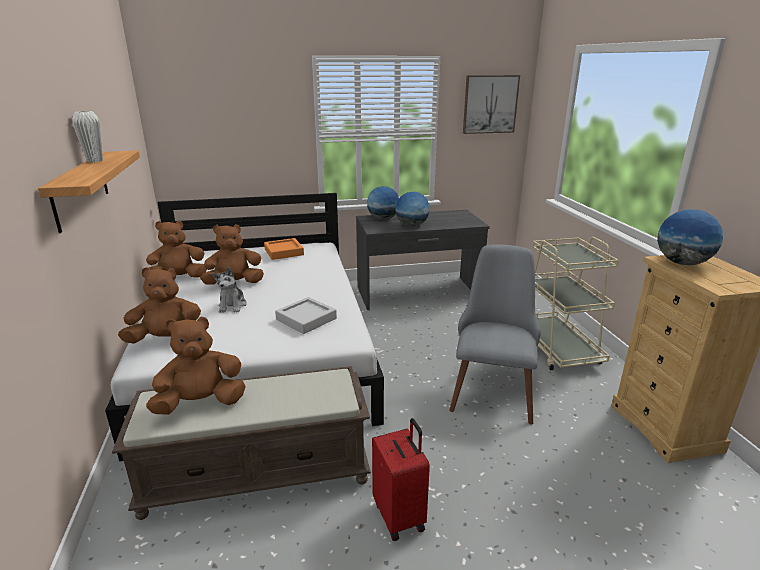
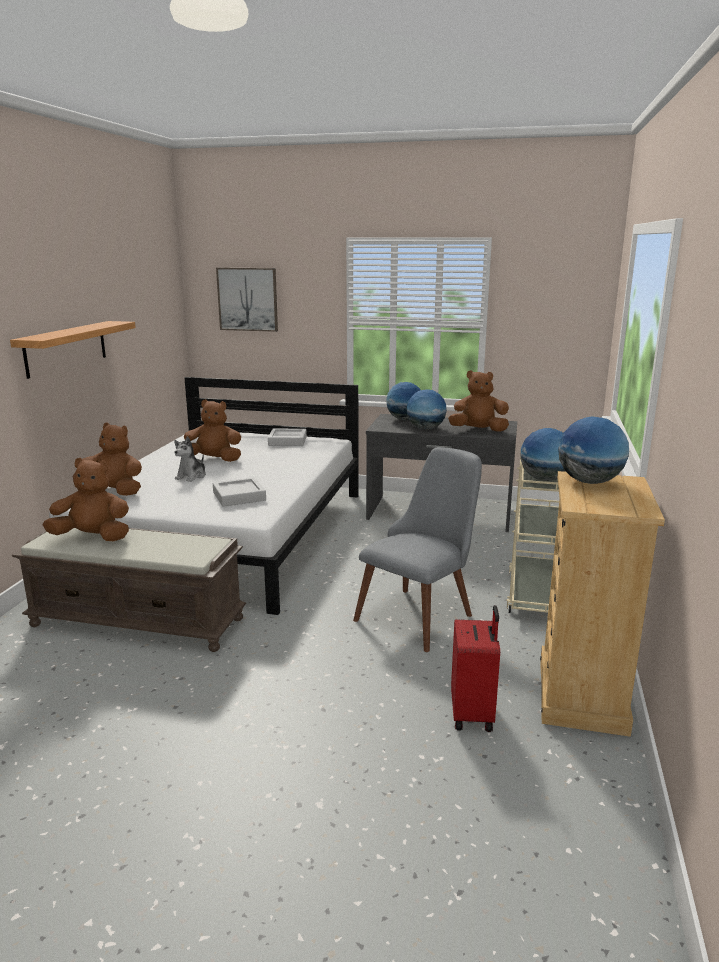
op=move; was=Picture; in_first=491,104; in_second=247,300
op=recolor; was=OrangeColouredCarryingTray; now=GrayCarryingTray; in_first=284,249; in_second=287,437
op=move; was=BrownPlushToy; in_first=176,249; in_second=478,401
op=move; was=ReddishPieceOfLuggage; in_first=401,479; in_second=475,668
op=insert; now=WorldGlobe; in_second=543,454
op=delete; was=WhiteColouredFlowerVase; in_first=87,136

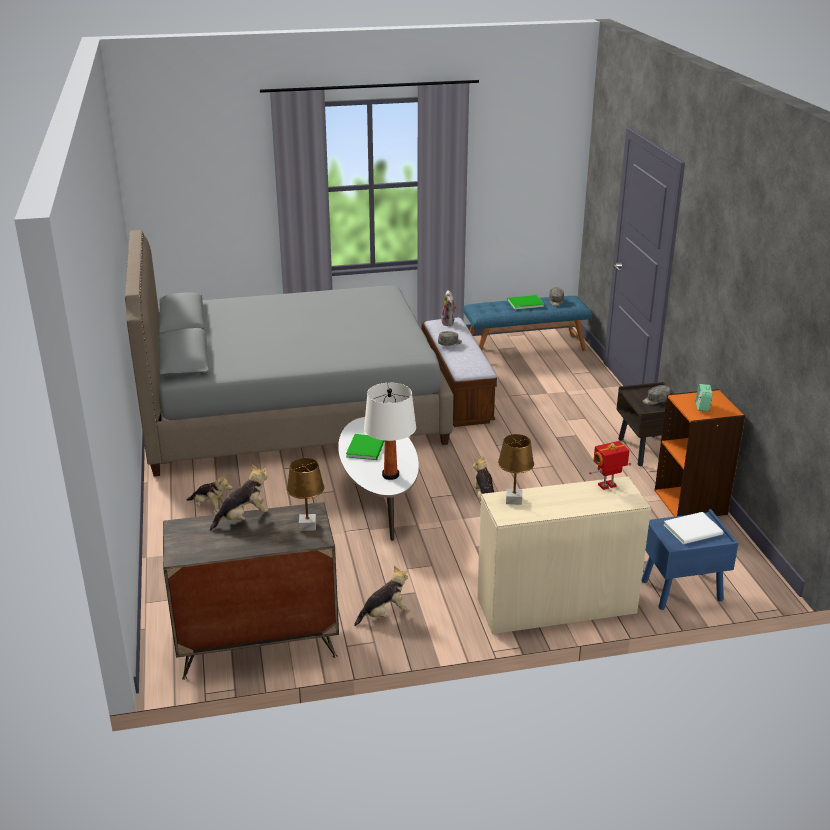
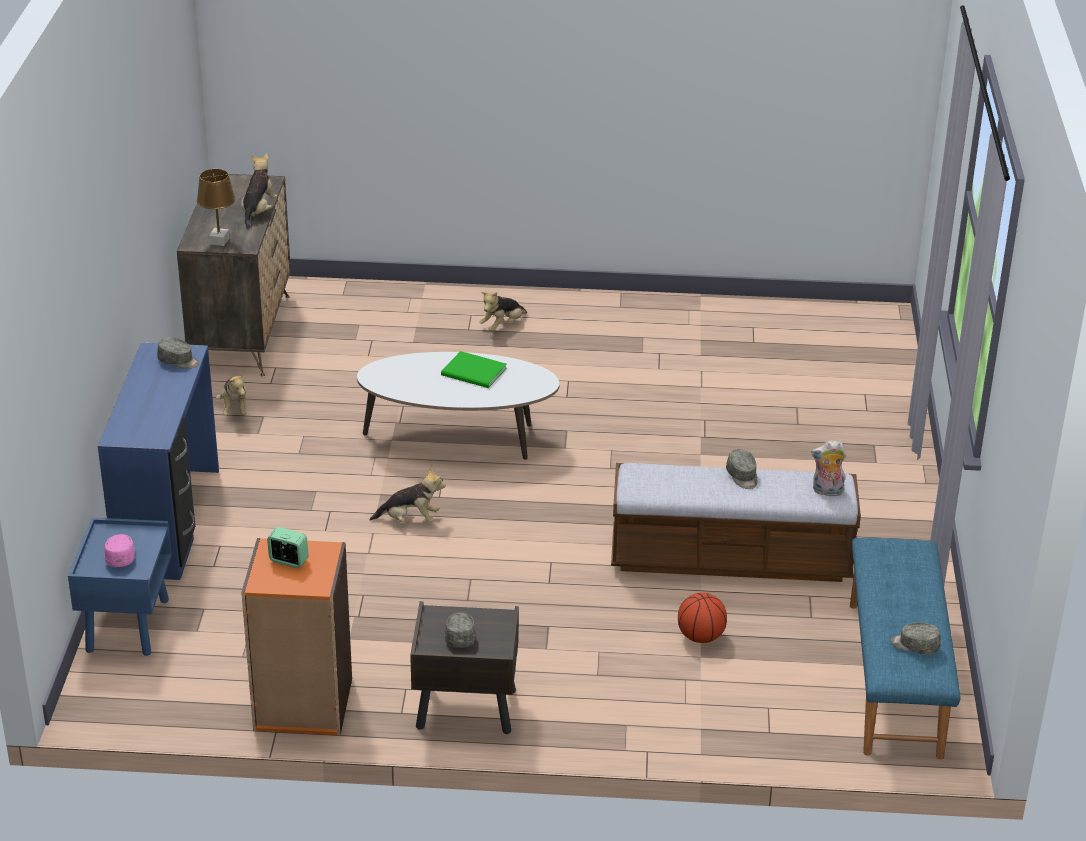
op=recolor; was=SandColouredDeskUnit; now=BluishDeskUnit; in_first=564,555; in_second=158,461
op=replace; was=WhiteColouredBook; now=PinkCap; in_first=693,528; in_second=120,550
op=replace; was=BrownLampForATable; now=GrayCap; in_first=516,469; in_second=178,353
op=rotate; was=PlushToy; in_first=239,497; in_second=259,192; clockwise=-150
op=insert; now=BasketballBall; in_second=702,618
op=delete; was=GraySleepingBed; in_first=289,353
op=delete; was=WhiteColouredLampForATable; in_first=390,431
op=delete; was=GreenColouredBook; in_first=525,302
op=delete; was=ToyRobot; in_first=610,465

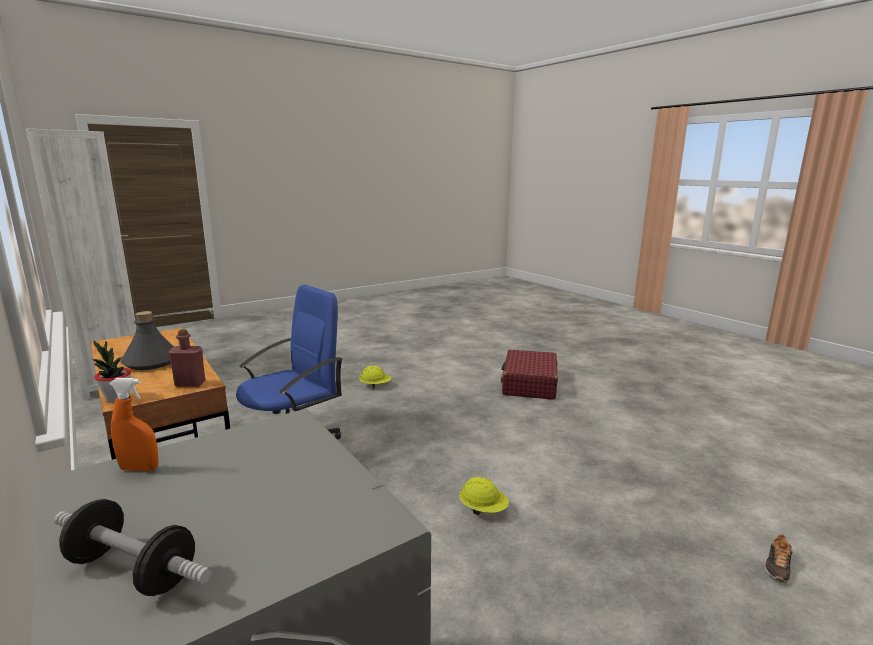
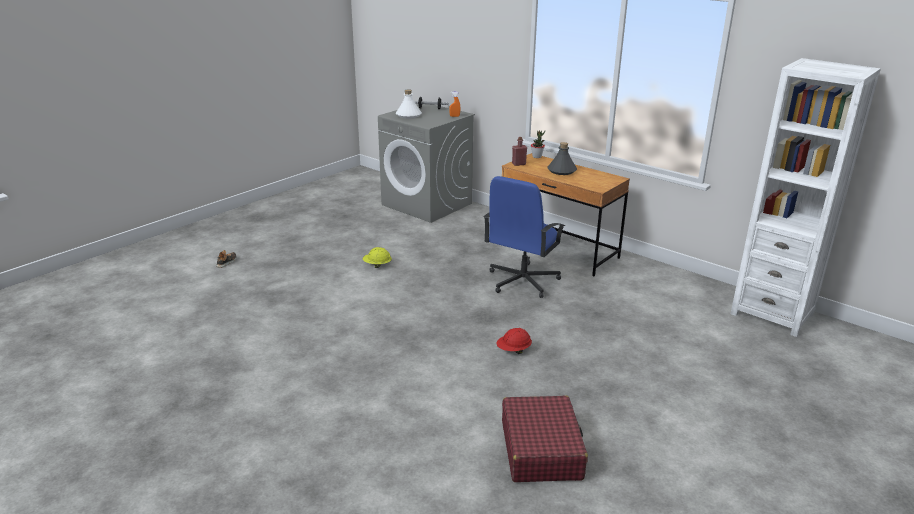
op=insert; now=WhiteColouredBottle; in_second=409,104
op=recolor; was=YellowColouredHardHat; now=ReddishHardHat; in_first=375,377; in_second=514,341
op=move; was=ReddishPieceOfLuggage; in_first=529,375; in_second=545,438

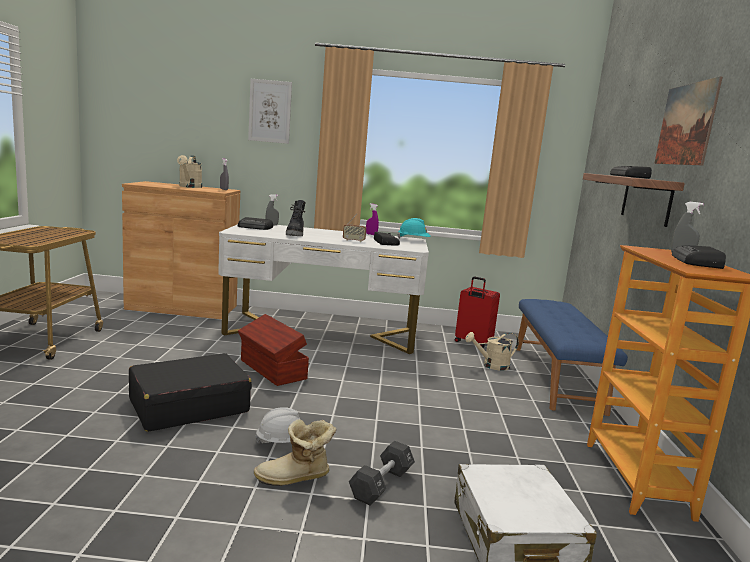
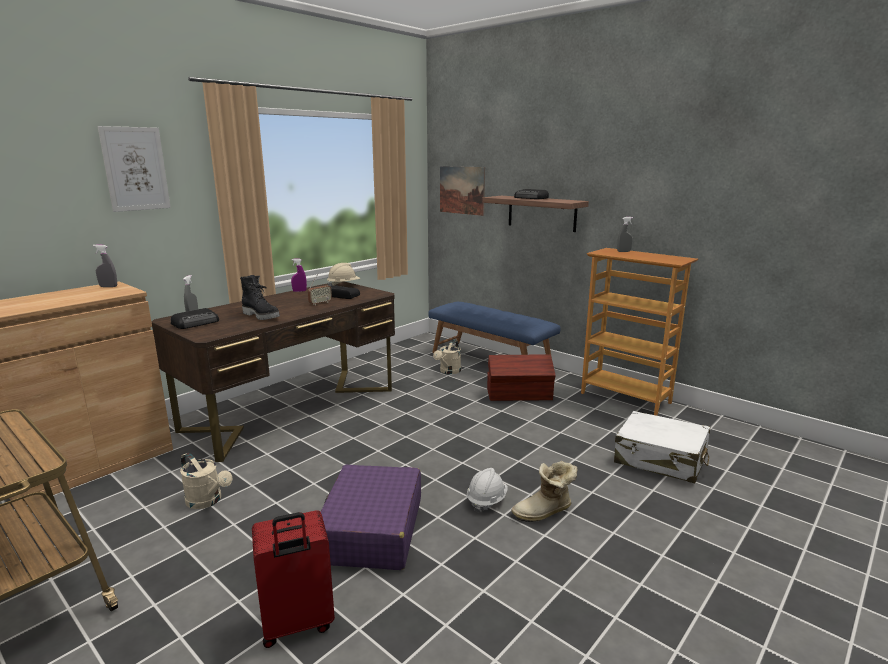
op=recolor; was=WhiteColouredDeskUnit; now=BrownDeskUnit; in_first=323,289; in_second=273,371
op=move; was=SandColouredSprinklingCan; in_first=189,171; in_second=206,481
op=move; was=ReddishPieceOfLuggage; in_first=477,312; in_second=293,579
op=recolor; was=BlackishPieceOfLuggage; now=PurplishPieceOfLuggage; in_first=190,392; in_second=371,517
op=recolor; was=TurquoiseHardHat; now=SandColouredHardHat; in_first=414,228; in_second=343,274
op=move; was=Picture; in_first=688,121; in_second=462,191
op=move; was=BrownStorageBin; in_first=273,350; in_second=521,378
op=rotate; was=Boot; in_first=295,452; in_second=544,491; clockwise=45
op=delete; was=BlackishHandWeight; in_first=382,473
op=delete; was=Radio; in_first=699,257

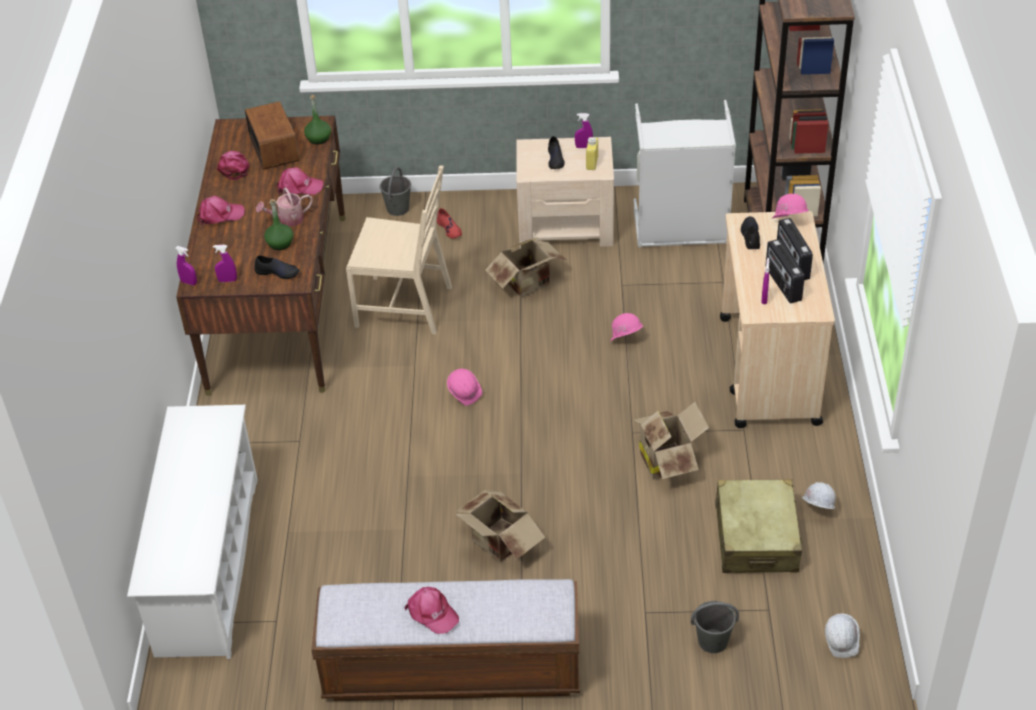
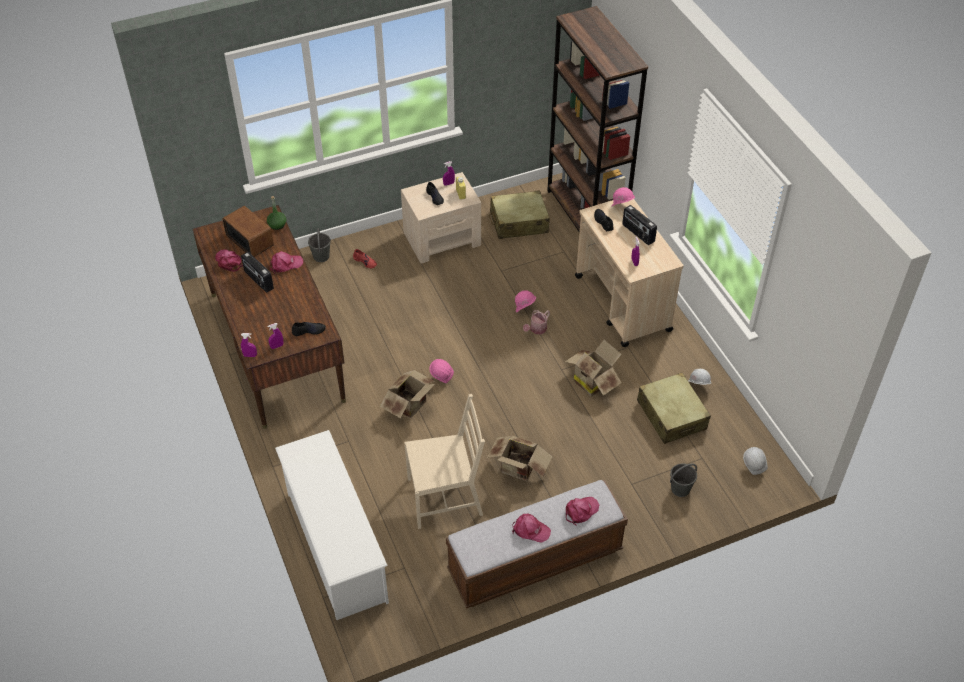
op=move; was=Radio; in_first=785,271; in_second=257,272
op=move; was=Carton; in_first=525,267; in_second=407,394
op=move; was=SandColouredUprightChair; in_first=399,249; in_second=444,461
op=replace; was=GrayHamper; now=SandColouredPieceOfLuggage; in_first=684,173; in_second=519,214
op=move; was=SprinklingCan; in_first=284,207; in_second=536,322
op=move; was=PinkCap; in_first=221,211; in_second=582,511
op=delete; was=GreenColouredBottle; in_first=278,224

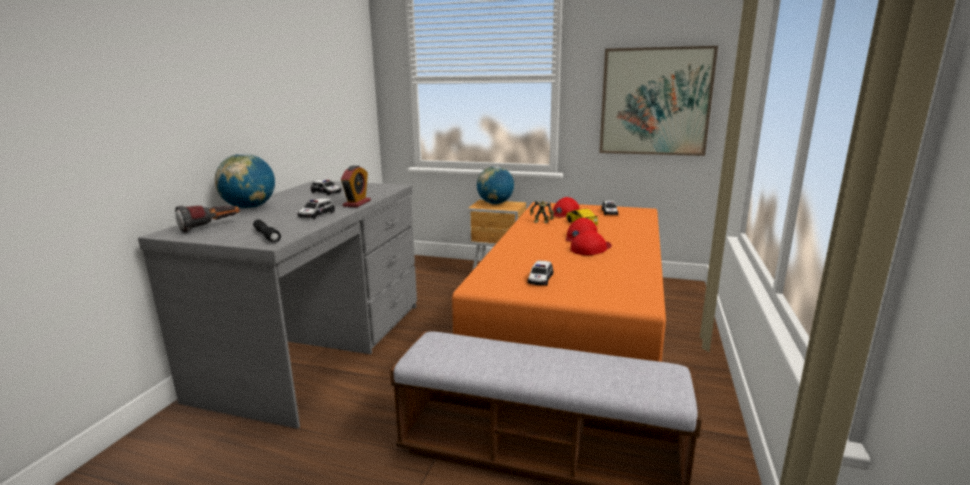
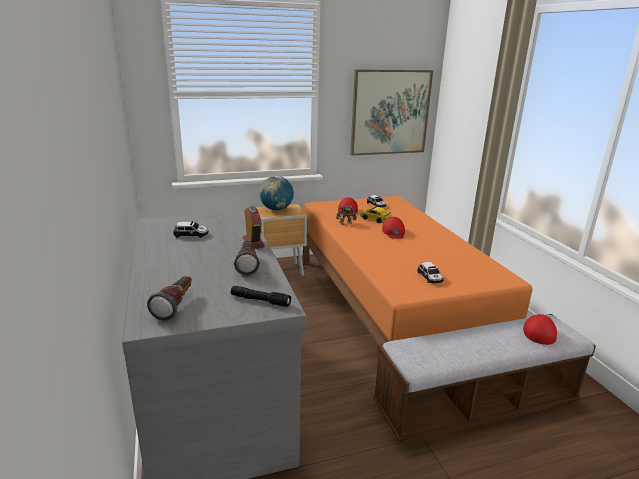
op=replace; was=ToyCar; now=Torch; in_first=316,208; in_second=247,258
op=move; was=ReddishCap; in_first=591,242; in_second=540,329
op=delete; was=WorldGlobe; in_first=245,181

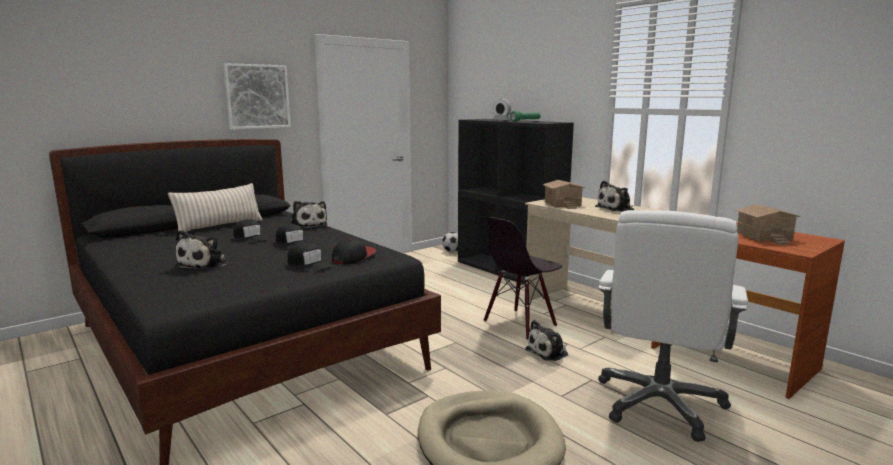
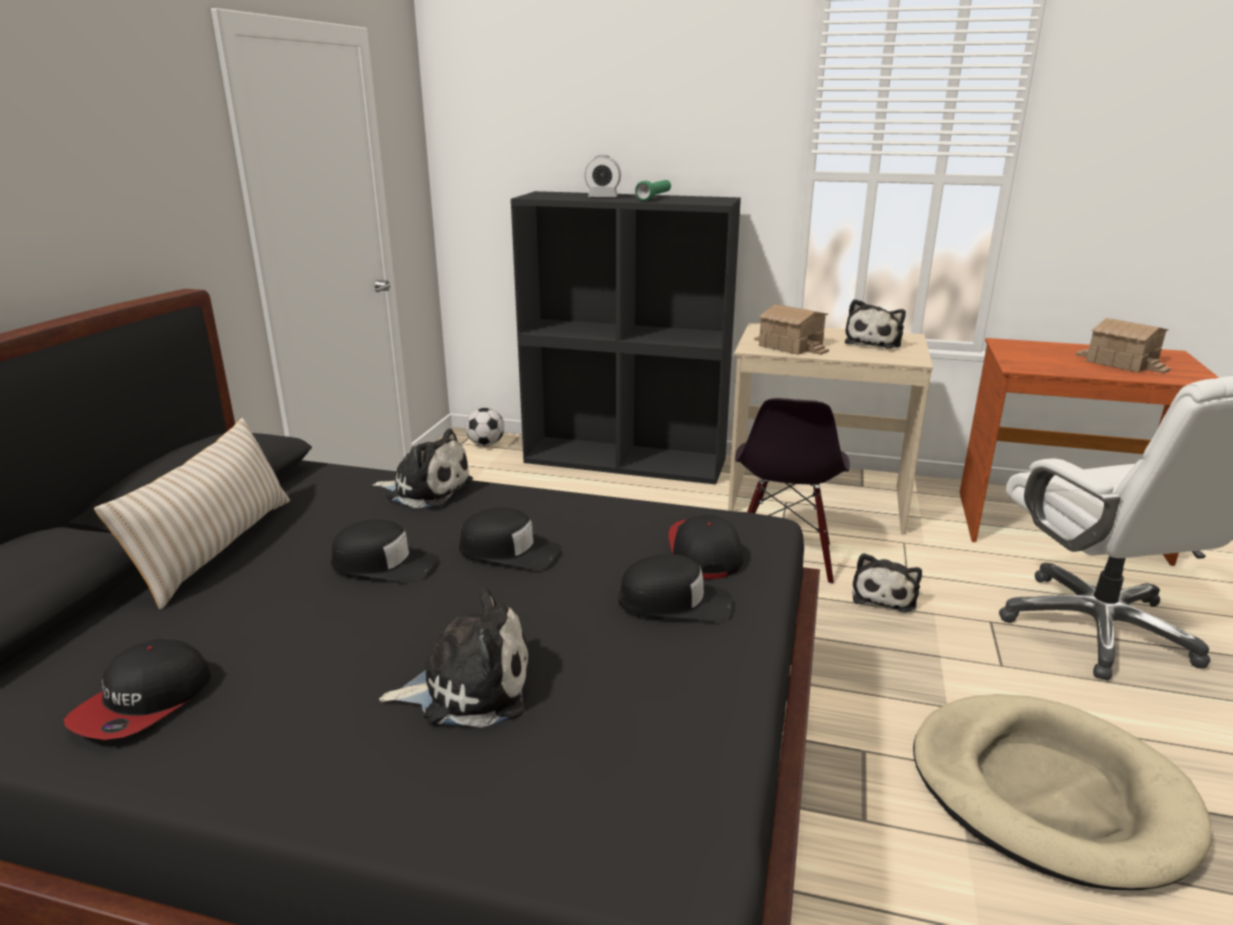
op=insert; now=Cap; in_second=137,689
op=rotate; was=PlushToy; in_first=201,250; in_second=453,658; clockwise=-75
op=delete; was=Picture; in_first=257,96

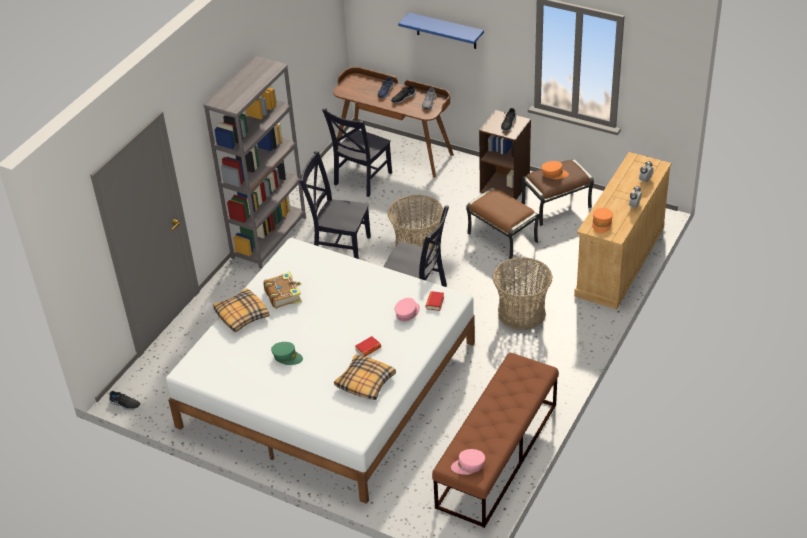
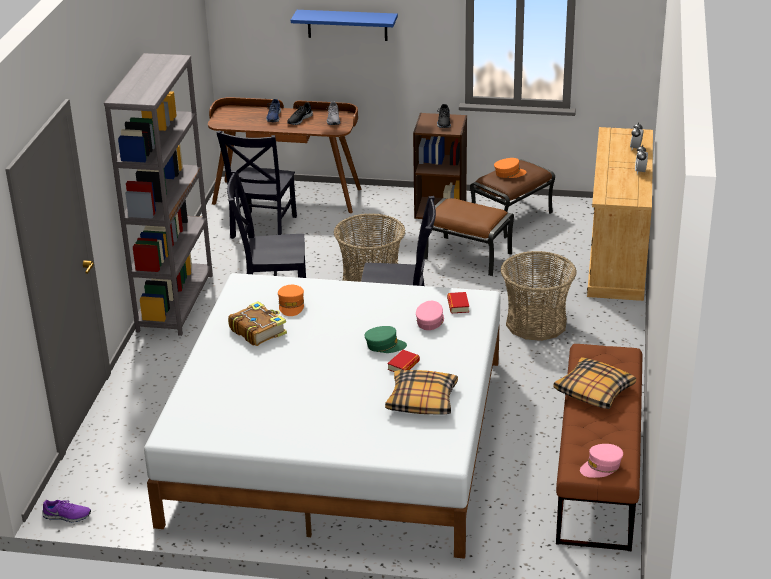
op=recolor; was=BlackishItemOfFootwear; now=PurplishItemOfFootwear; in_first=124,400; in_second=66,511
op=move; was=OrangeColouredCap; in_first=602,221; in_second=291,300
op=move; was=GreenColouredCap; in_first=287,353; in_second=385,339
op=move; was=ThrowPillow; in_first=241,310; in_second=595,383

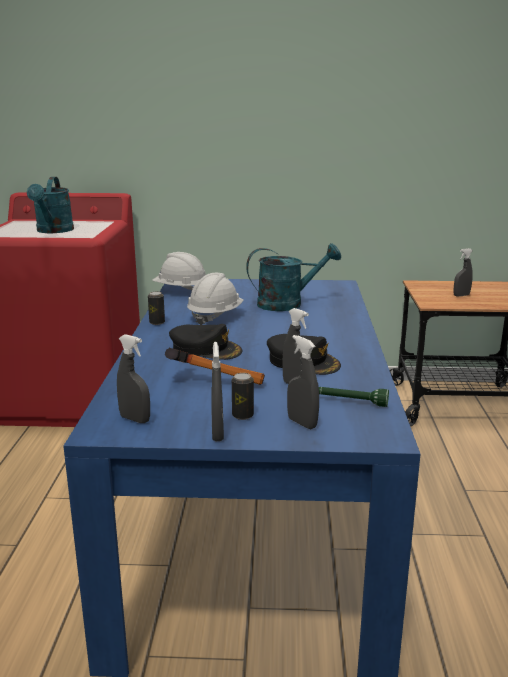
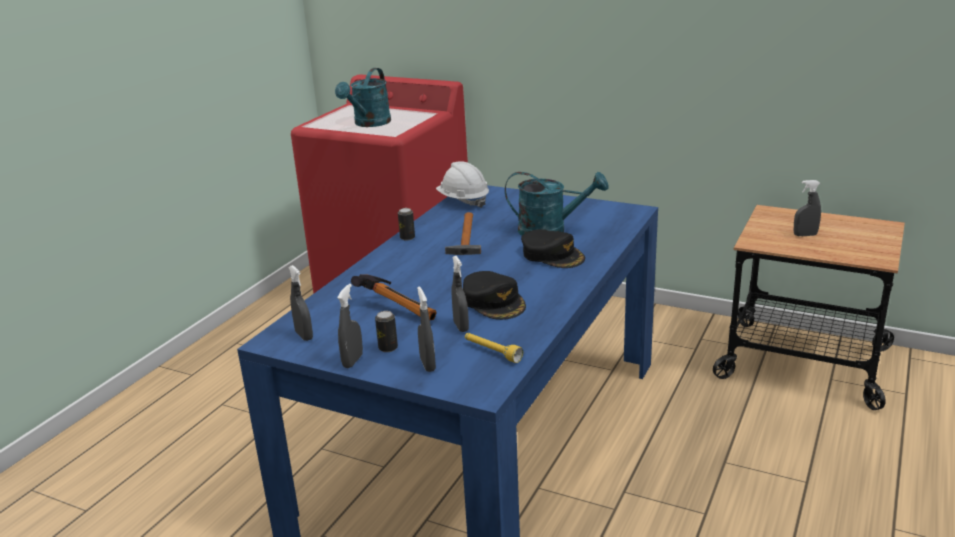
op=replace; was=WhiteColouredHardHat; now=HandHammer; in_first=215,299; in_second=463,233
op=recolor; was=GreenColouredTorch; now=YellowColouredTorch; in_first=354,397; in_second=494,348
op=move; was=BlackishCap; in_first=205,342; in_second=553,248

